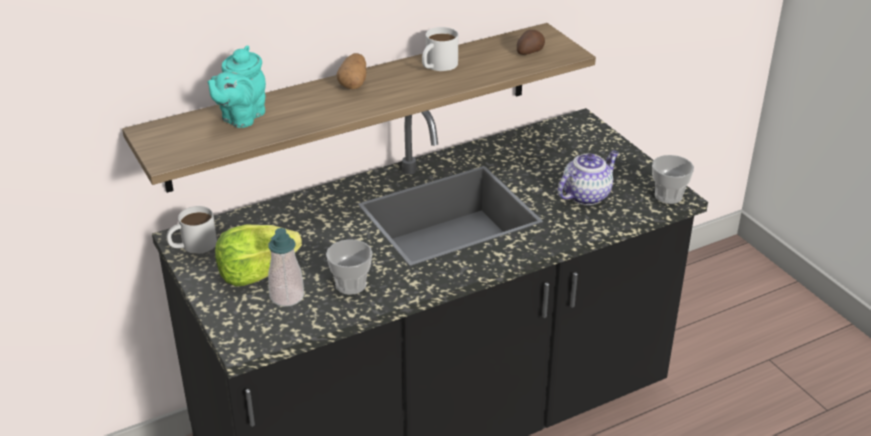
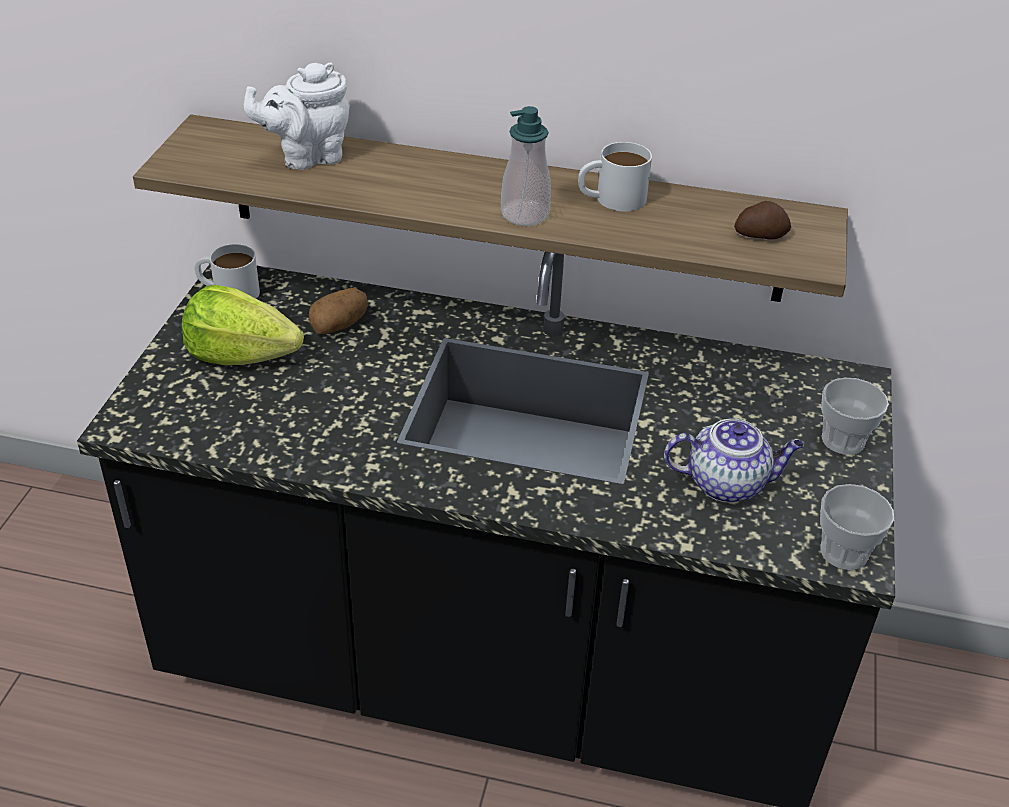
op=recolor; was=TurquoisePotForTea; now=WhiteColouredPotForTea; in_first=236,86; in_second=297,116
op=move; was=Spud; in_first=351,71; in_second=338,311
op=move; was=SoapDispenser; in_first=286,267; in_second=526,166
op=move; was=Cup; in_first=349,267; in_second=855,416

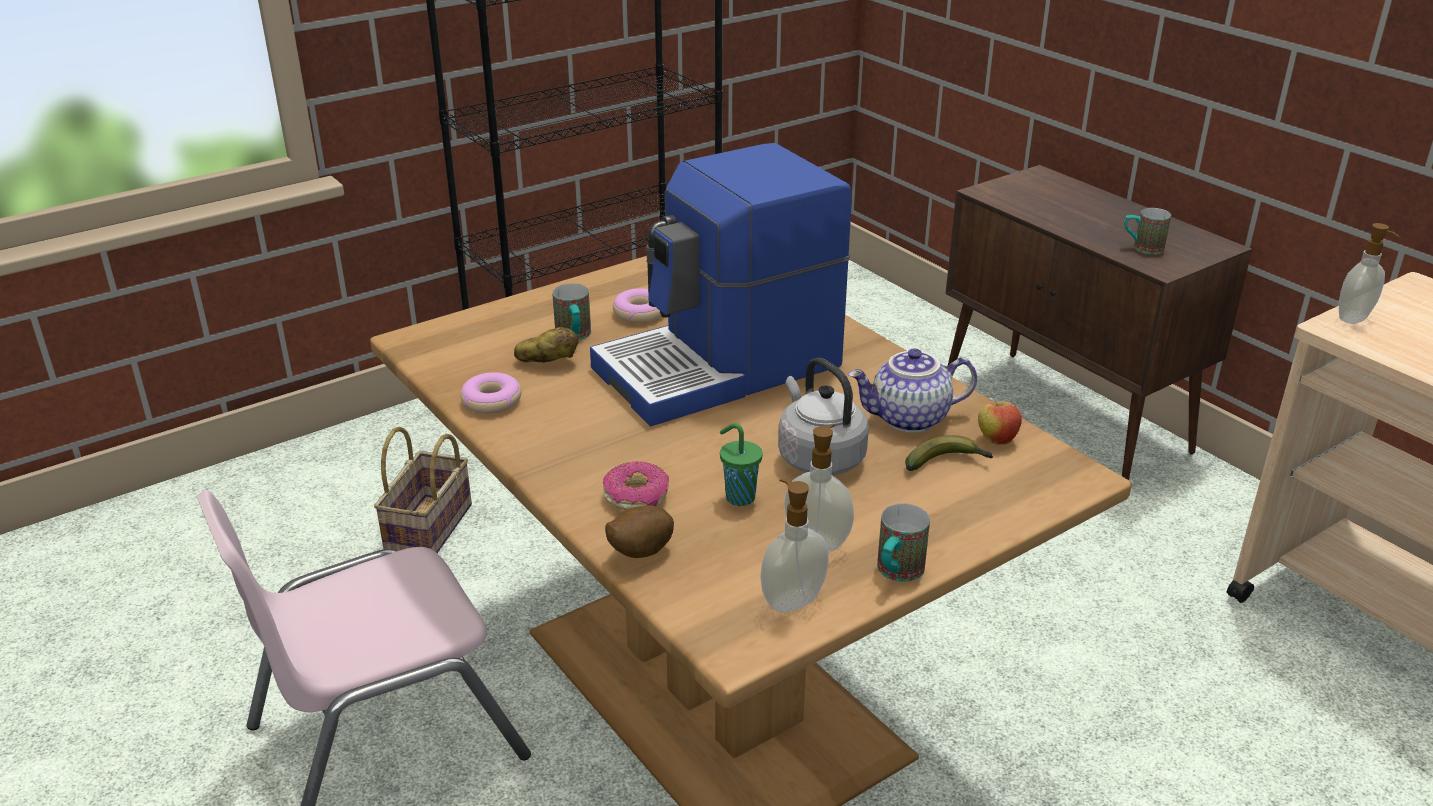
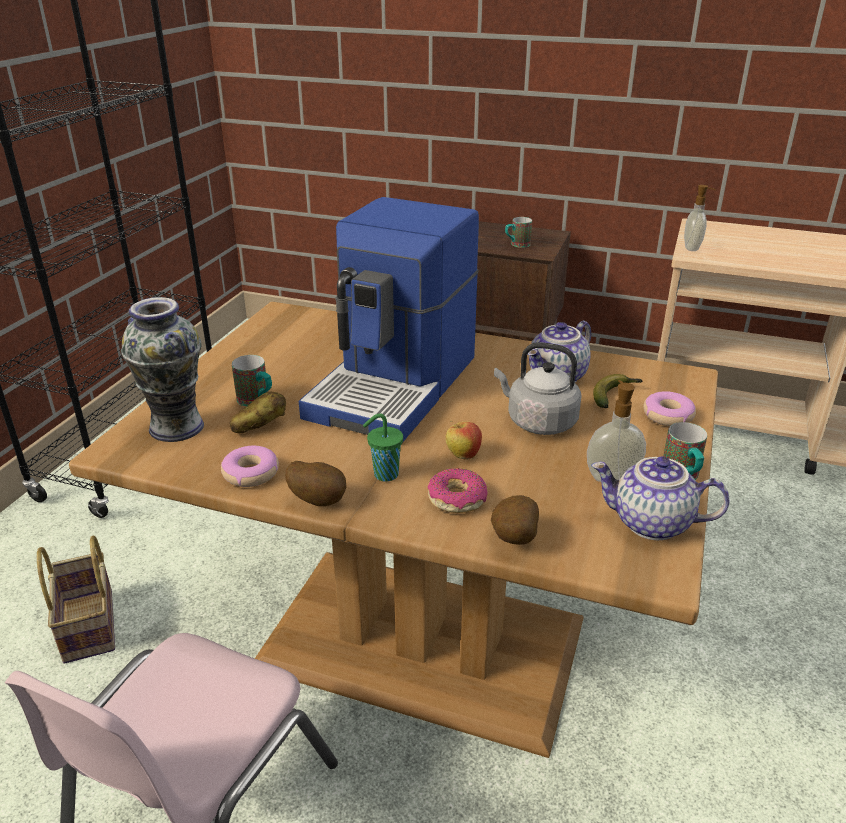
op=insert; now=FlowerVase; in_second=162,369
op=insert; now=Spud; in_second=315,483
op=move; was=GreenColouredCup; in_first=741,464; in_second=383,447
op=move; was=WholeApple; in_first=1000,420; in_second=463,440
op=replace; was=SoapDispenser; now=PotForTea; in_first=794,546; in_second=660,498
op=move; was=Doughnut; in_first=637,305; in_second=669,408

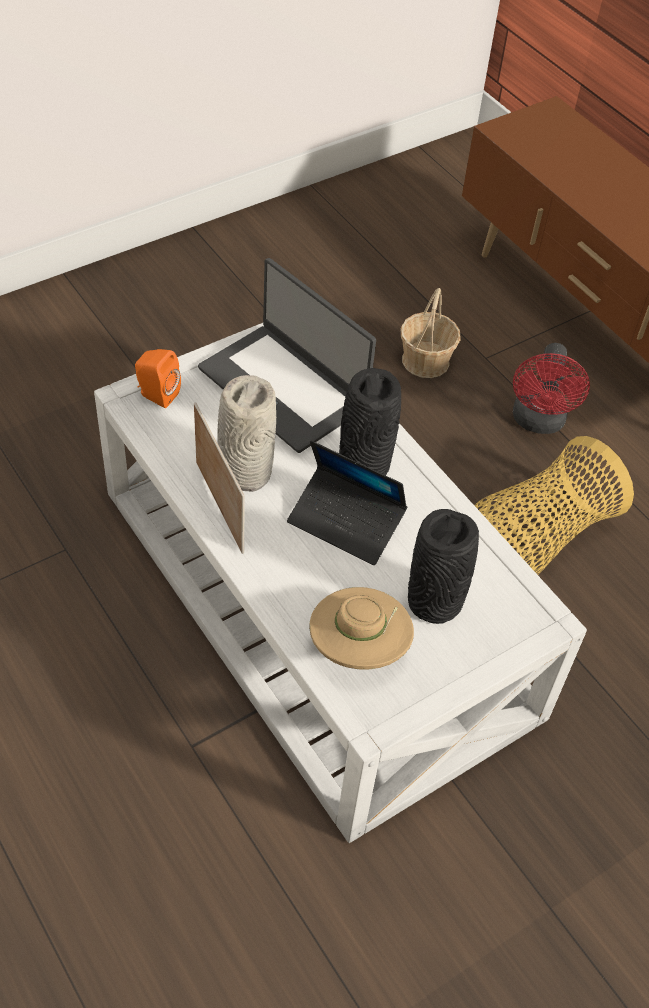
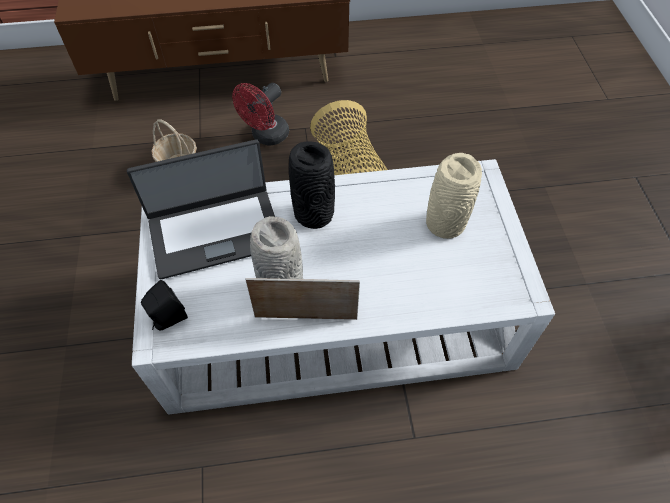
op=recolor; was=OrangeColouredLoudspeaker; now=BlackishLoudspeaker; in_first=158,378; in_second=164,305
op=rotate; was=ReddishCoolingFan; in_first=551,388; in_second=260,114; clockwise=90
op=recolor; was=BlackishFlowerVase; now=SandColouredFlowerVase; in_first=443,566; in_second=454,196
op=delete; was=Laptop; in_first=347,502
op=delete; was=SandColouredHat; in_first=361,628

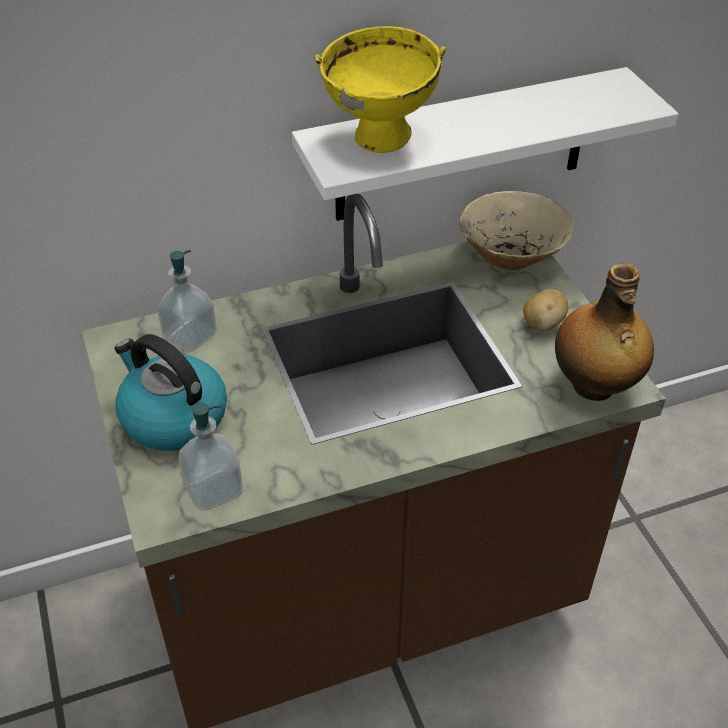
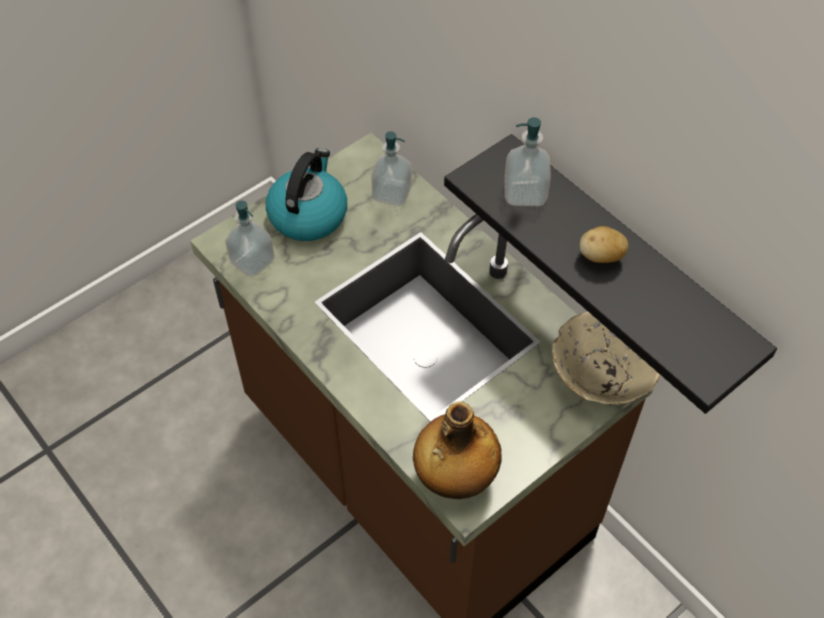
op=recolor; was=WhiteColouredBracketShelf; now=BlackishBracketShelf; in_first=485,144; in_second=610,274
op=replace; was=YellowColouredDeepDish; now=SoapDispenser; in_first=380,89; in_second=527,161
op=move; was=Spud; in_first=545,310; in_second=603,244

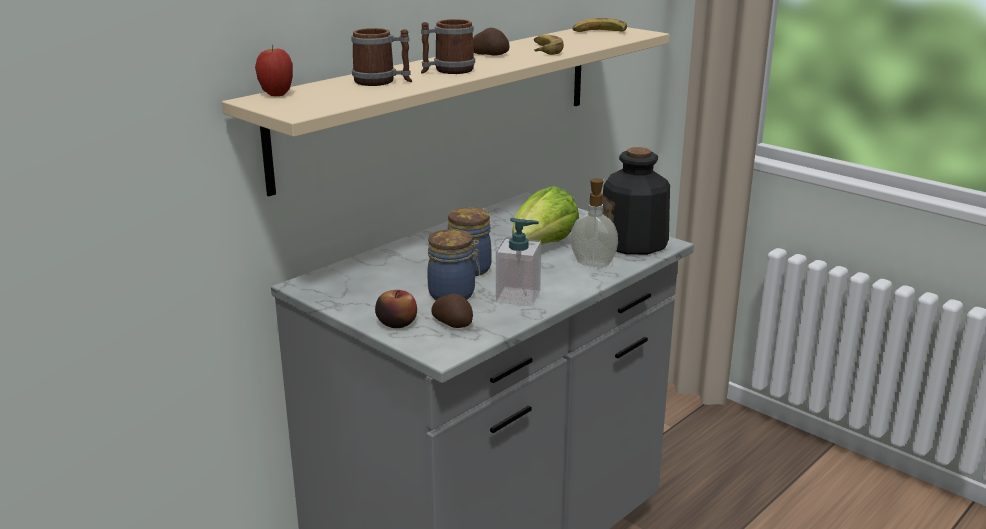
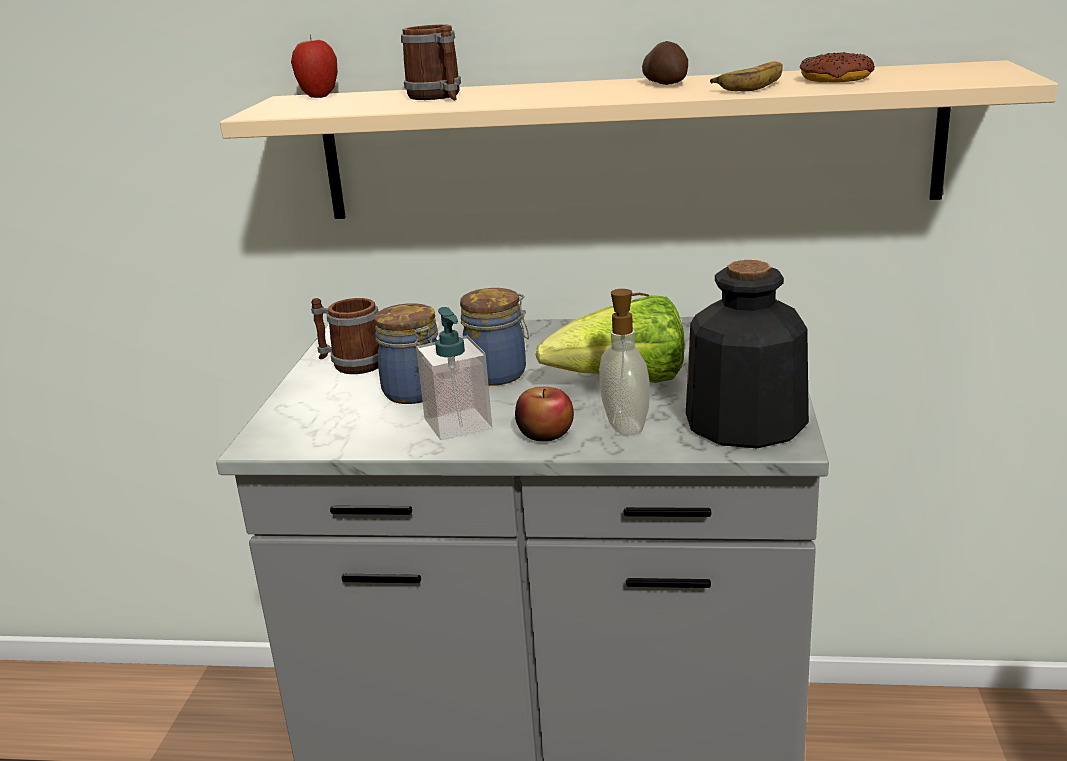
op=move; was=CoffeeMug; in_first=448,46; in_second=345,336
op=move; was=WholeApple; in_first=396,309; in_second=544,414
op=insert; now=Doughnut; in_second=837,67
op=delete; was=Spud; in_first=452,311
op=delete; was=WholeBanana; in_first=599,25

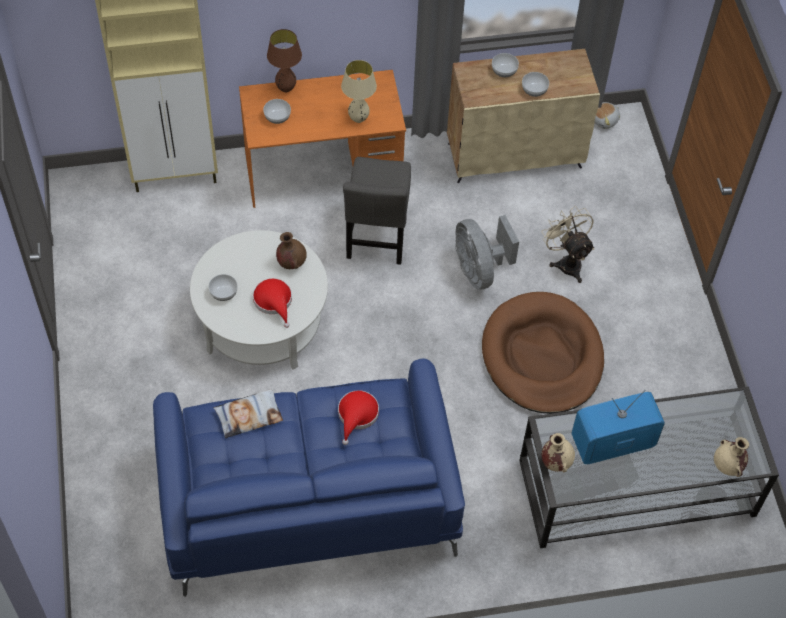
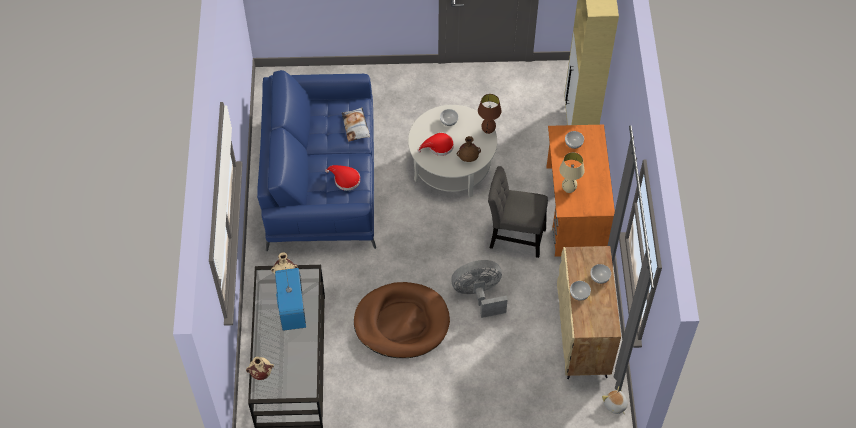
op=move; was=BrownLampForATable; in_first=284,60; in_second=490,114
op=delete; was=SandColouredCoolingFan; in_first=568,244

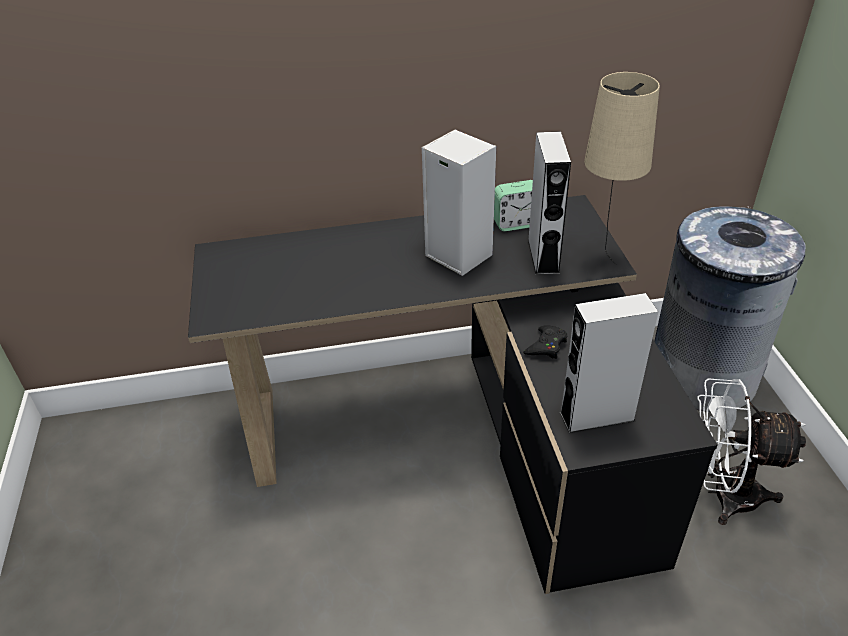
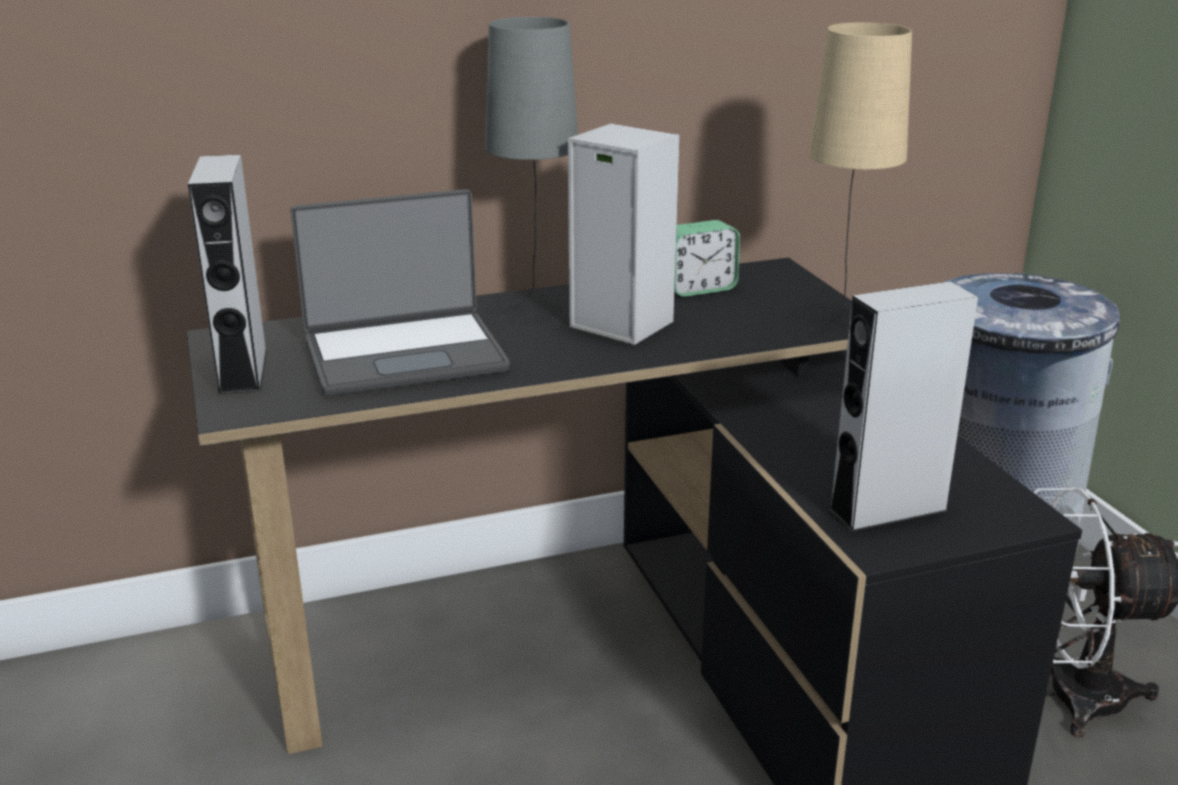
op=move; was=GrayLoudspeaker; in_first=549,203; in_second=227,274
op=insert; now=Laptop; in_second=400,293
op=insert; now=GrayLampForATable; in_second=531,163
op=delete; was=BlackishGameController; in_first=545,342

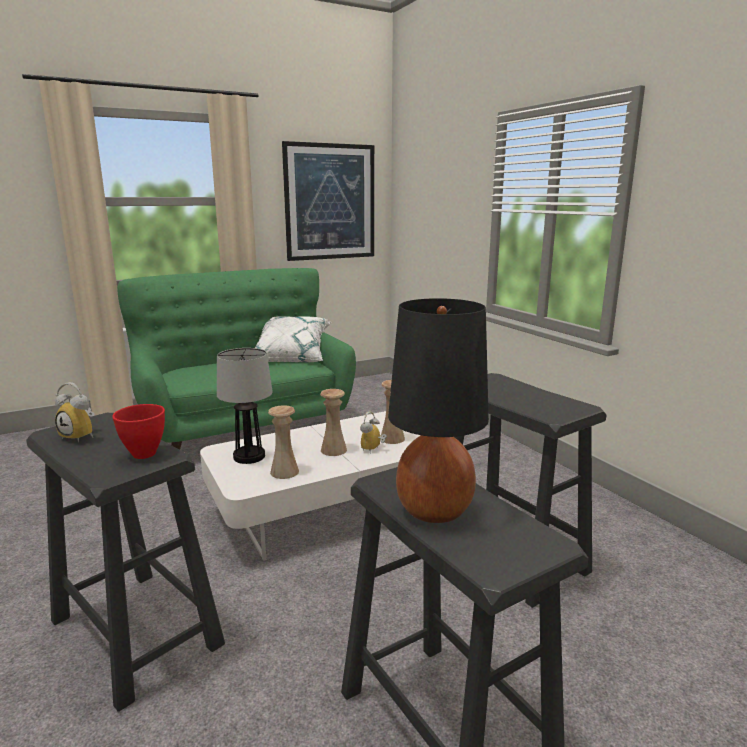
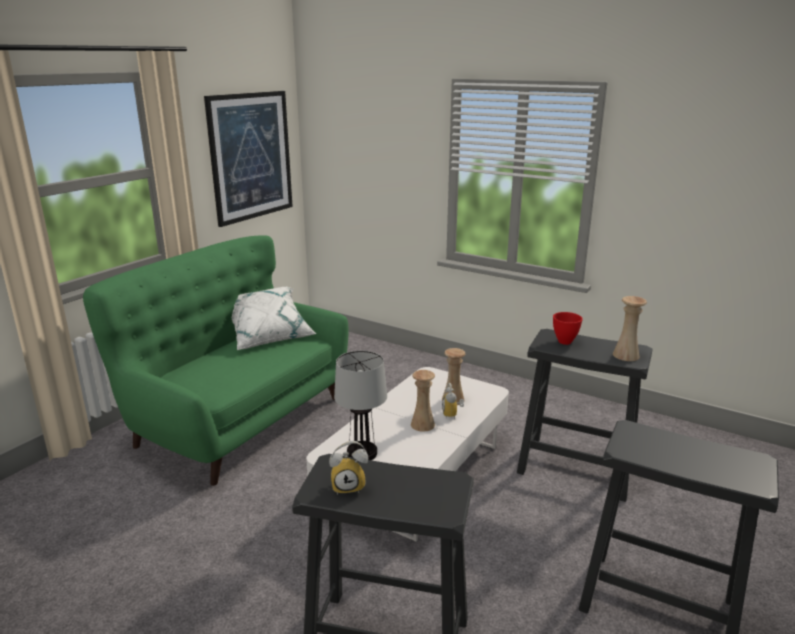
op=move; was=ReddishDeepDish; in_first=138,431; in_second=568,328
op=move; was=SandColouredFlowerVase; in_first=283,442; in_second=630,328
op=delete; was=BlackishLampForATable; in_first=438,410

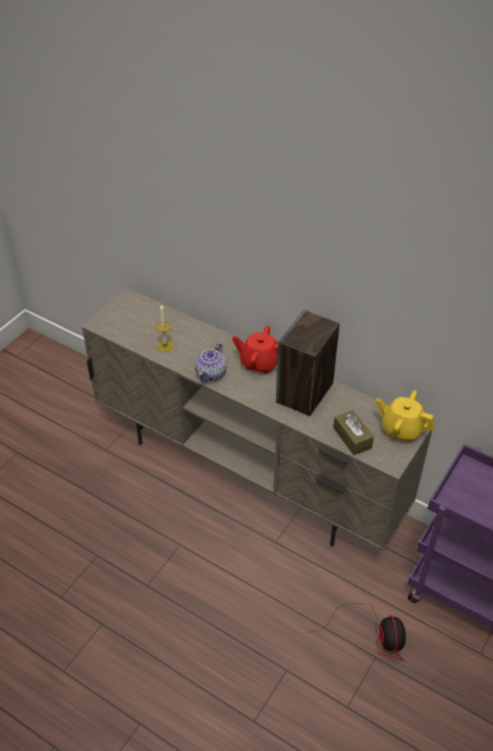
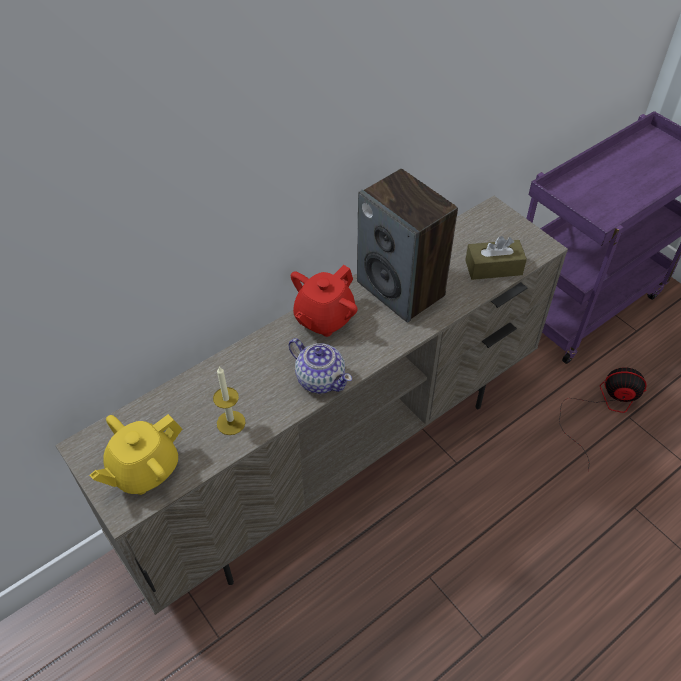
op=move; was=YellowColouredPotForTea; in_first=405,416; in_second=135,454

